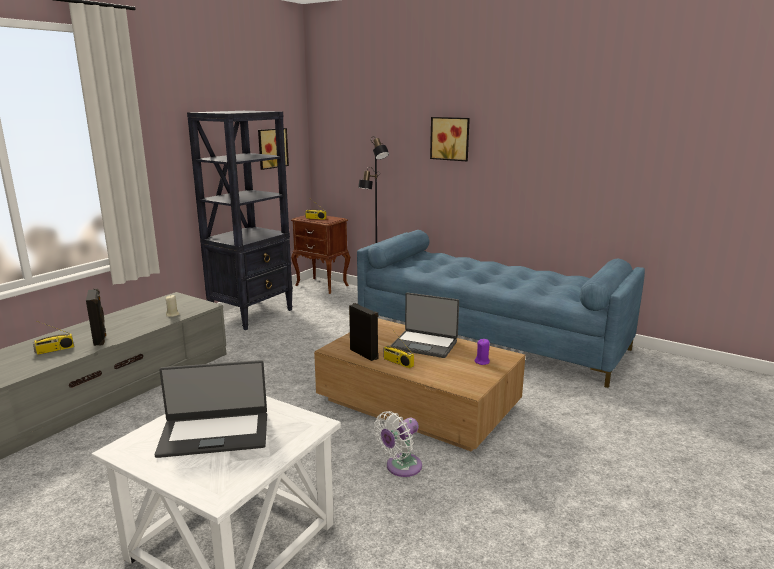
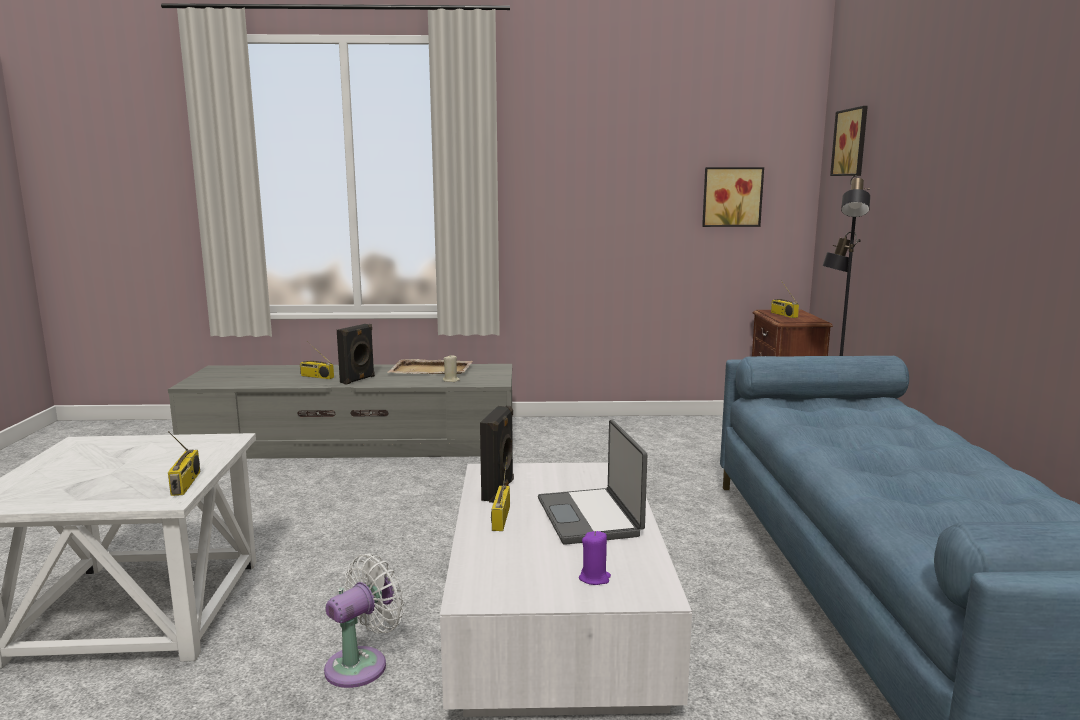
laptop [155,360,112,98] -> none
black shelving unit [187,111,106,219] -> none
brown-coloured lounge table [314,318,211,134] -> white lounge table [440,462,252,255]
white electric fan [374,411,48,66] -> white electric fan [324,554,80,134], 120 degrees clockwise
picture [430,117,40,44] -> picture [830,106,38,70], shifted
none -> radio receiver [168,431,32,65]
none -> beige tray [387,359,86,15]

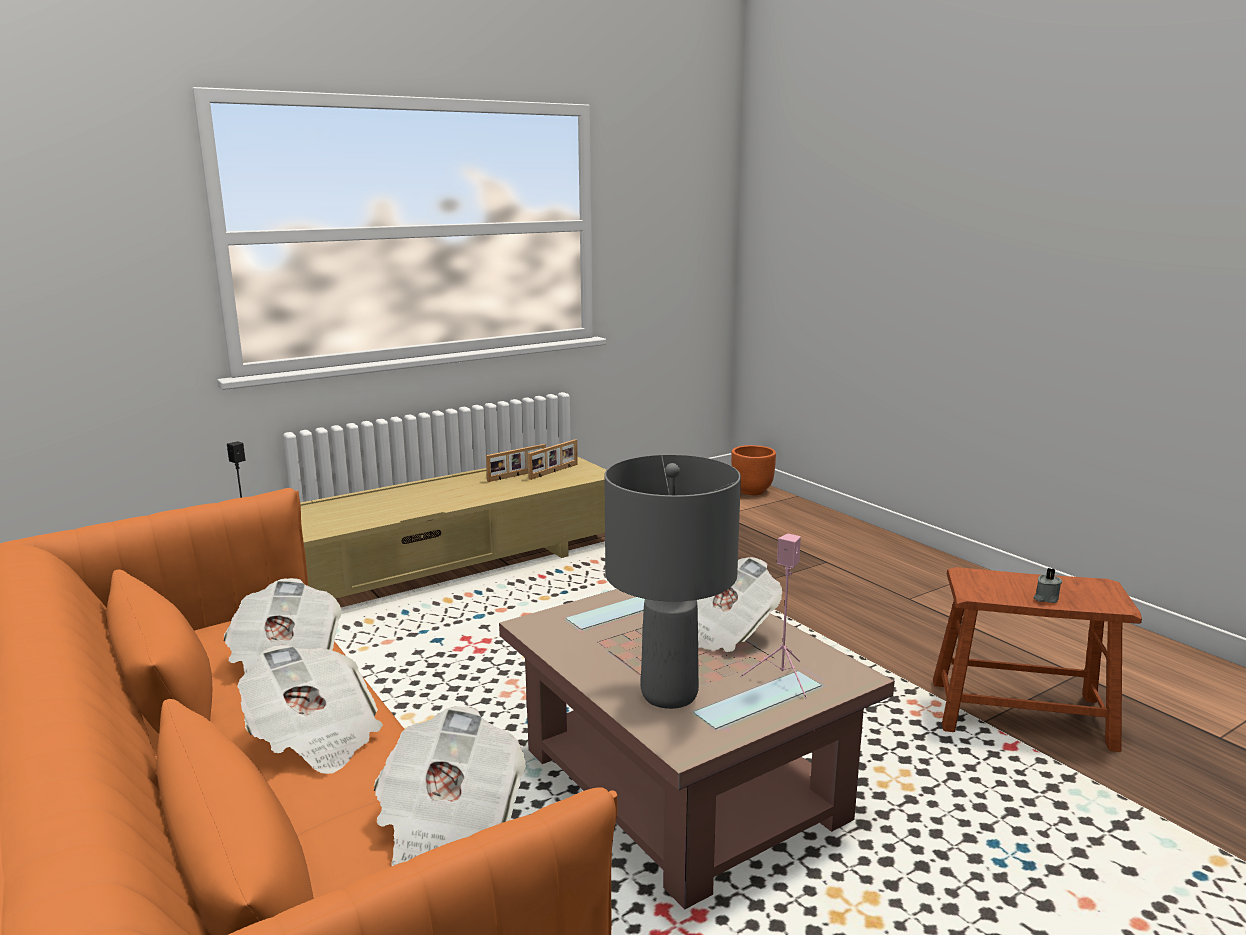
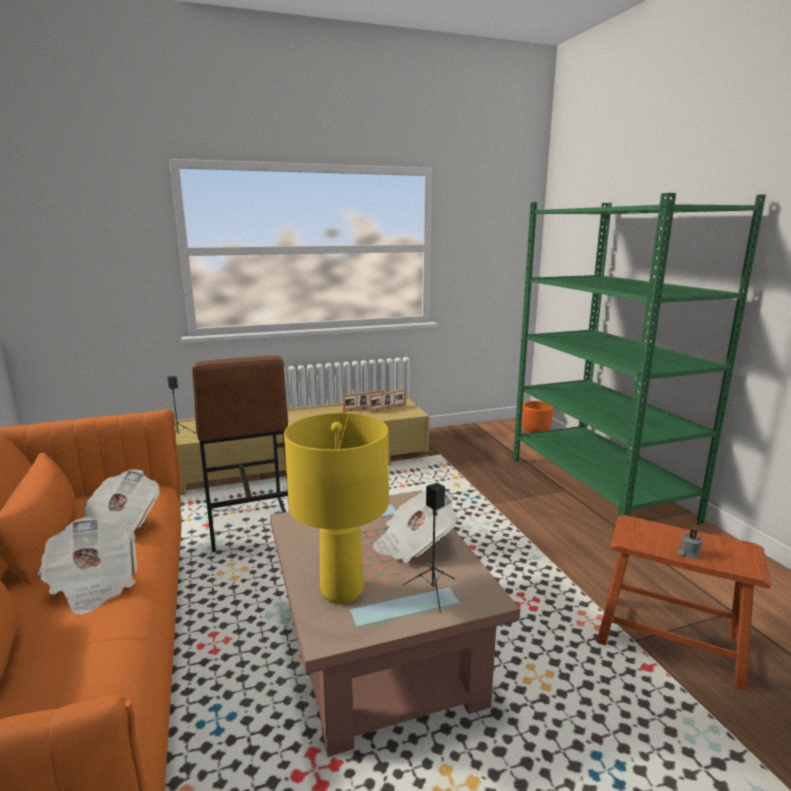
daily paper [374,706,152,160] -> none
greyish tabletop lamp [604,455,137,254] -> yellow-coloured tabletop lamp [284,413,105,191]
pinkish loudspeaker [740,533,67,165] -> black loudspeaker [403,483,52,130]
none -> brown-coloured sitting stool [192,355,98,197]
none -> greenish shelving unit [513,193,253,332]

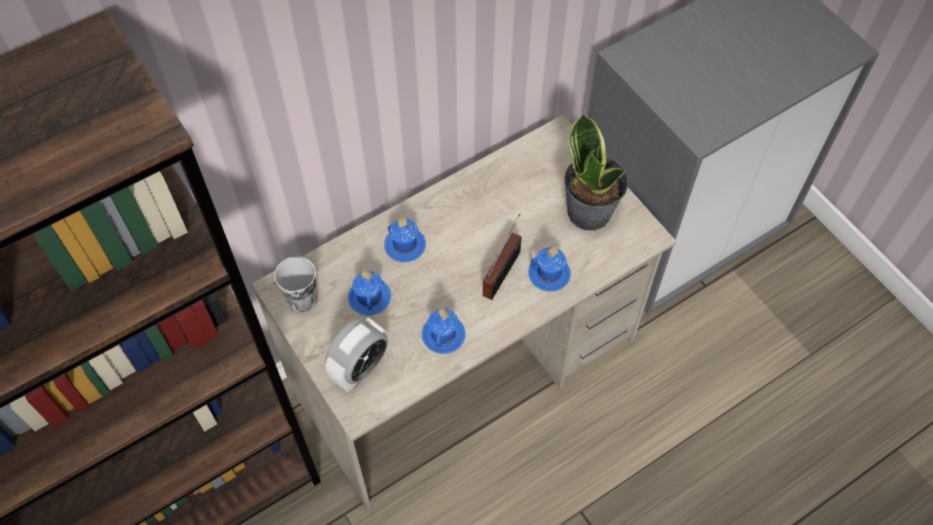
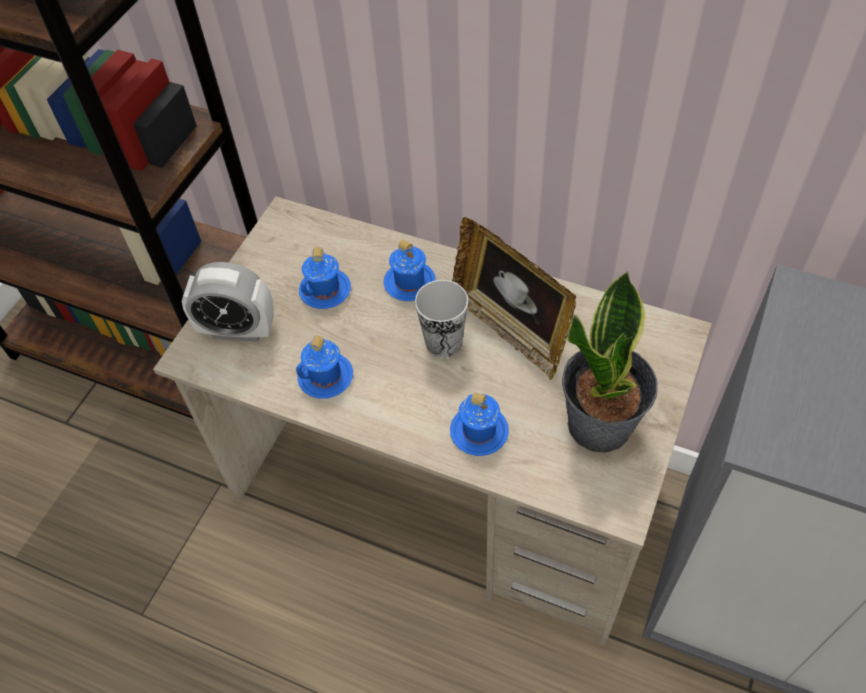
drinking cup [274,256,43,57] -> drinking cup [415,280,53,78], shifted
radio receiver [483,214,39,86] -> none
none -> photo frame [452,217,124,163]

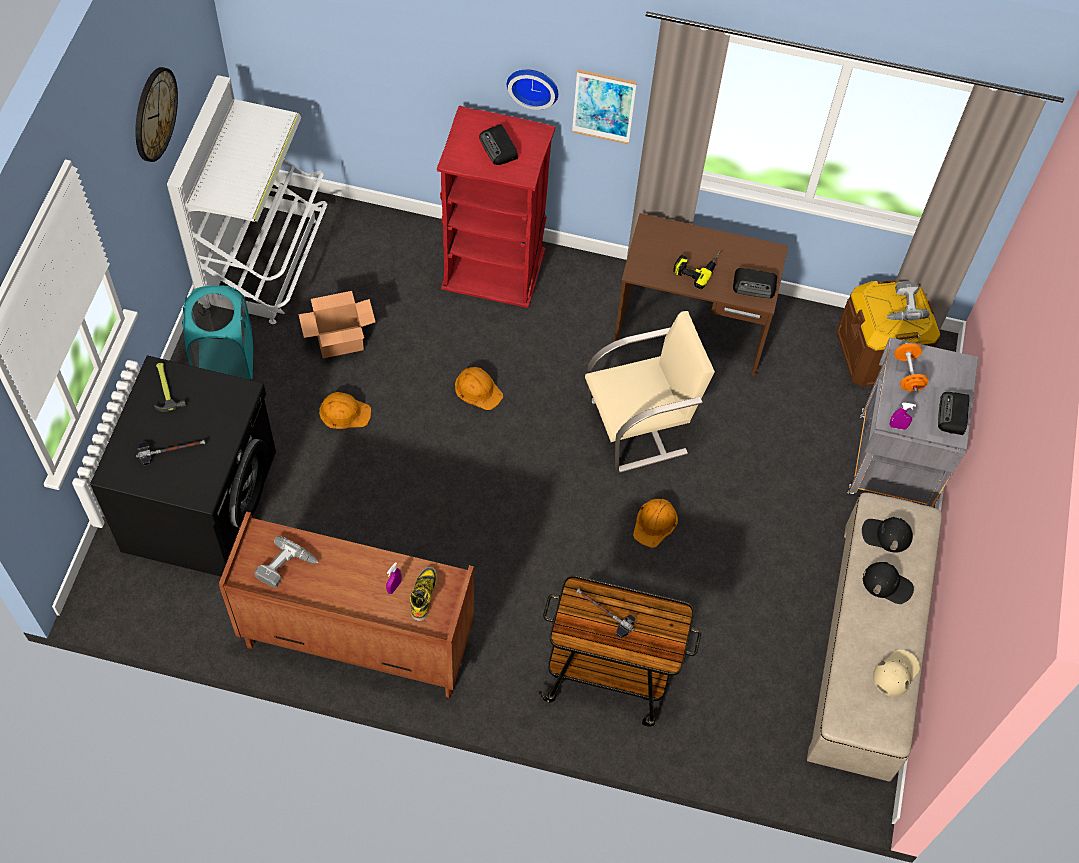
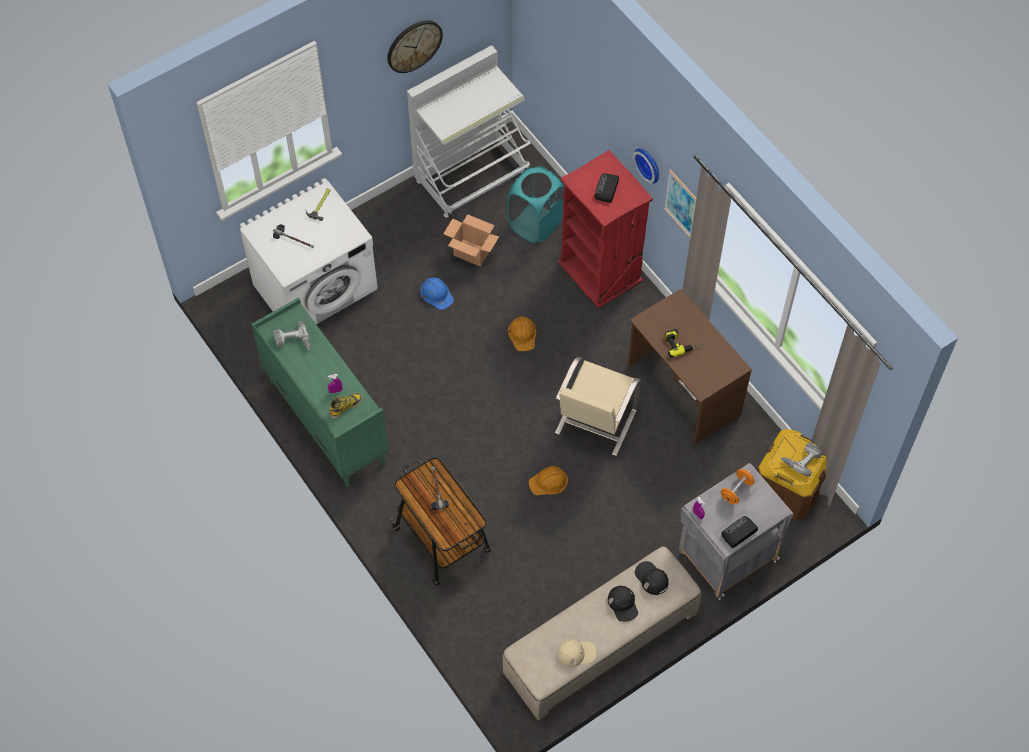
black laundry appliance [90,355,186,222] -> white laundry appliance [240,181,138,143]
turquoise-coloured laundry basket [182,285,71,95] -> turquoise-coloured laundry basket [507,166,57,77], shifted
brown-coloured cupboard [219,511,255,188] -> greenish cupboard [251,297,138,190]
orangey safety helmet [319,392,52,37] -> bluish safety helmet [420,277,34,33]
beige chair [585,311,130,162] -> beige chair [555,357,86,99], 90 degrees clockwise
radio receiver [733,268,44,30] -> none

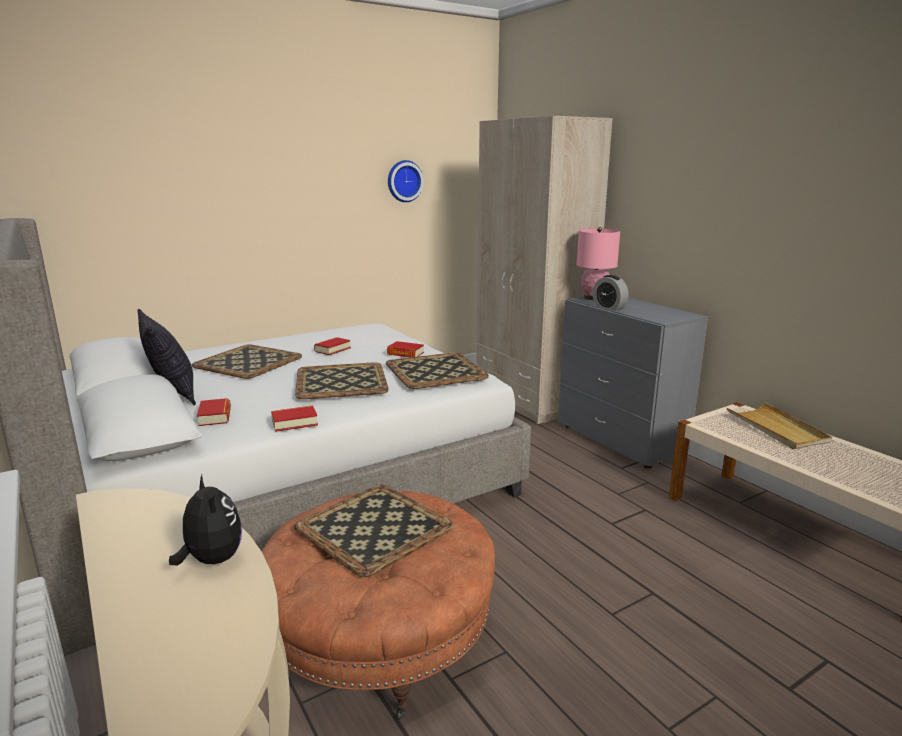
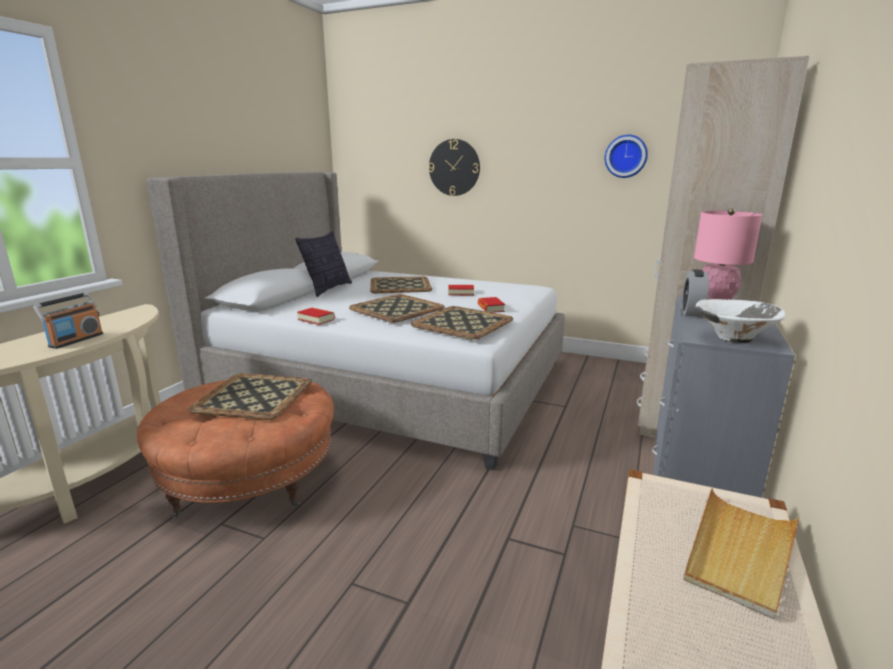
soft toy [169,475,73,90] -> radio receiver [33,292,70,57]
book [197,398,34,28] -> none
none -> hanging clock [429,139,51,57]
none -> white serving bowl [696,299,89,44]

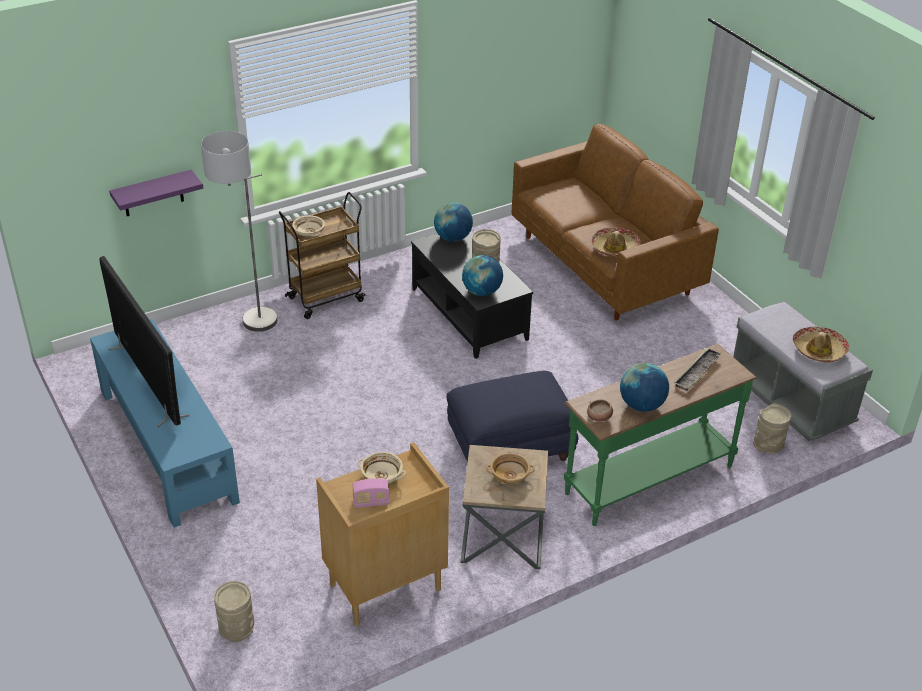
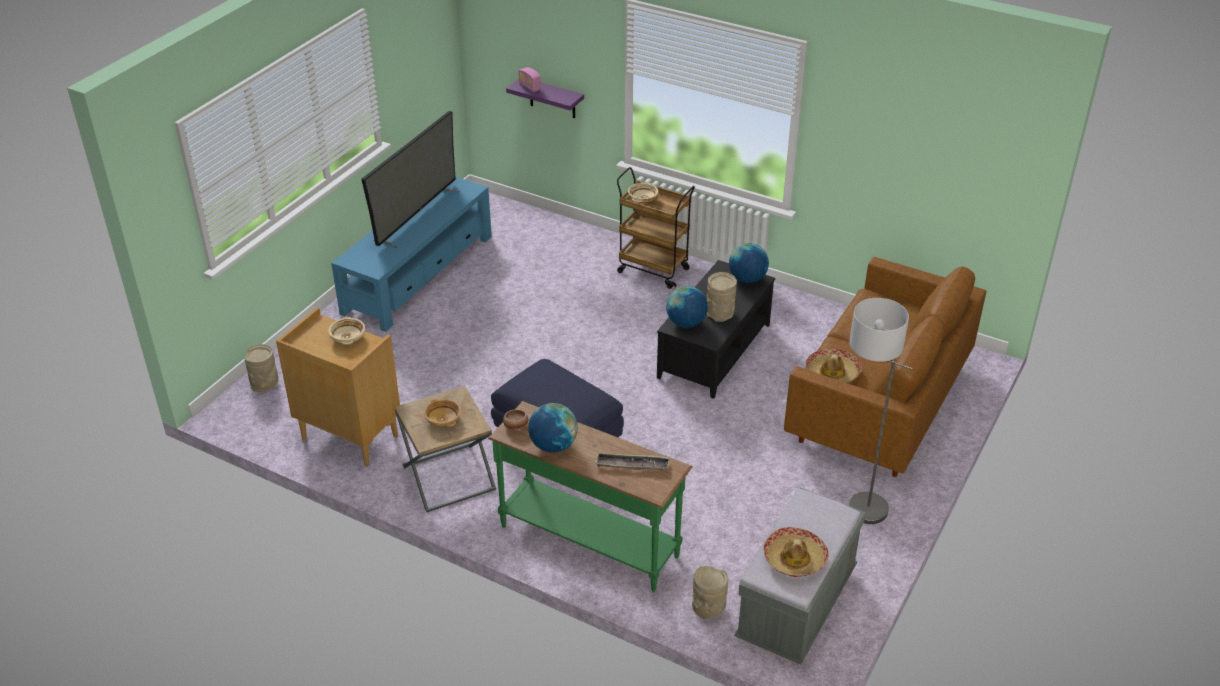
greyish standing lamp [201,131,76,201] -> greyish standing lamp [848,298,65,226], shifted
radio receiver [353,478,37,30] -> radio receiver [519,67,22,25], shifted

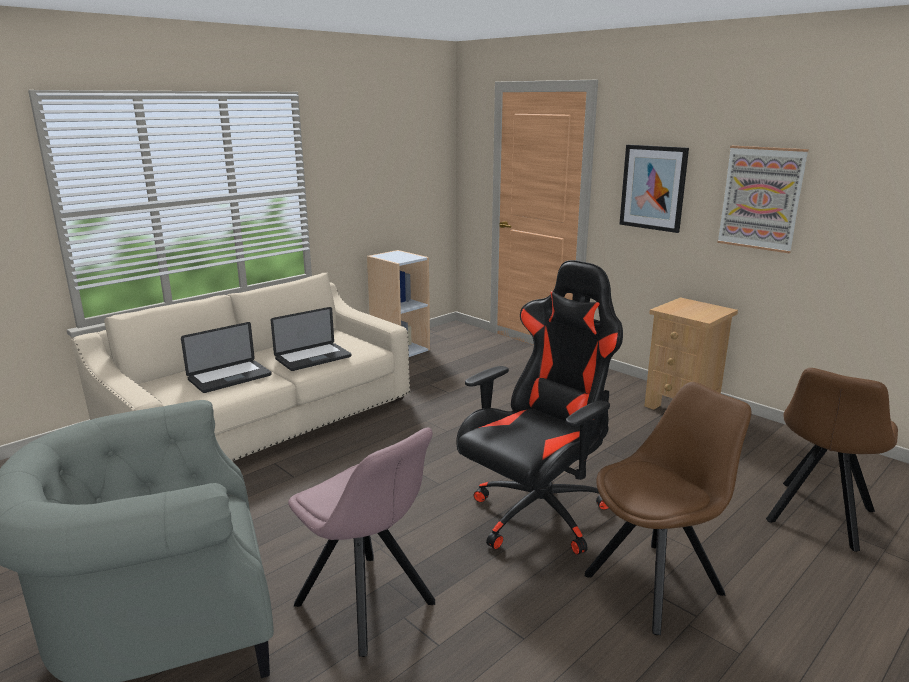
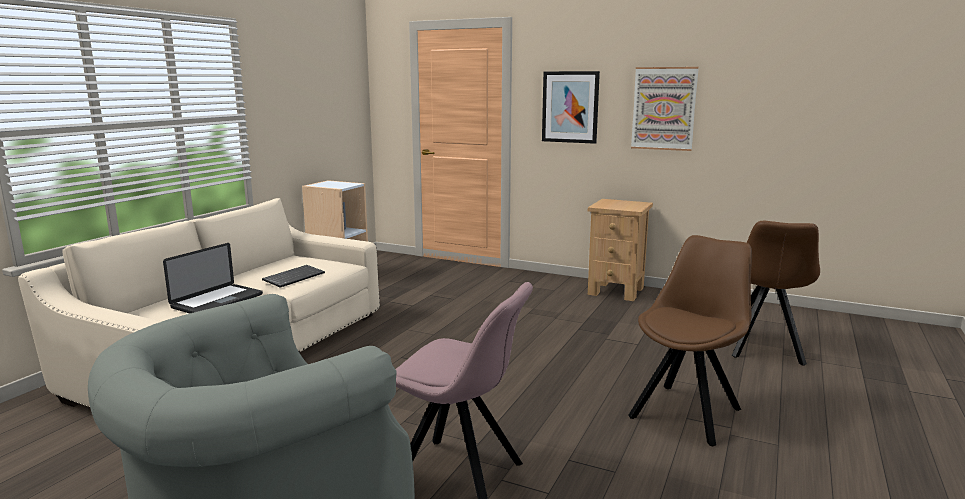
laptop [271,307,80,64] -> PC keyboard [262,265,63,23]
black office chair [456,260,167,295] -> none

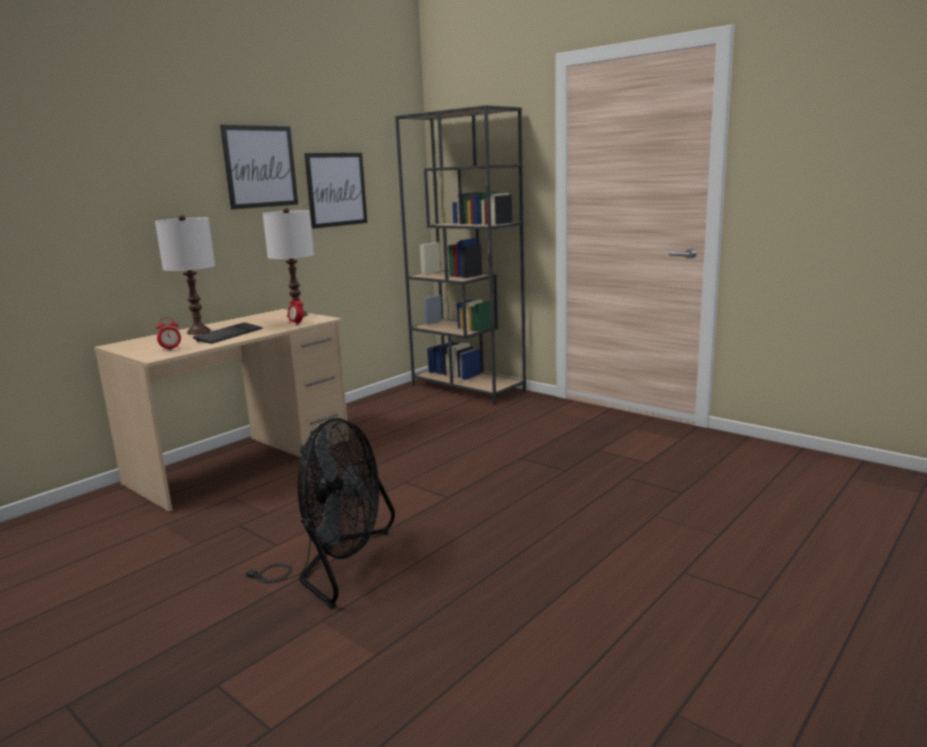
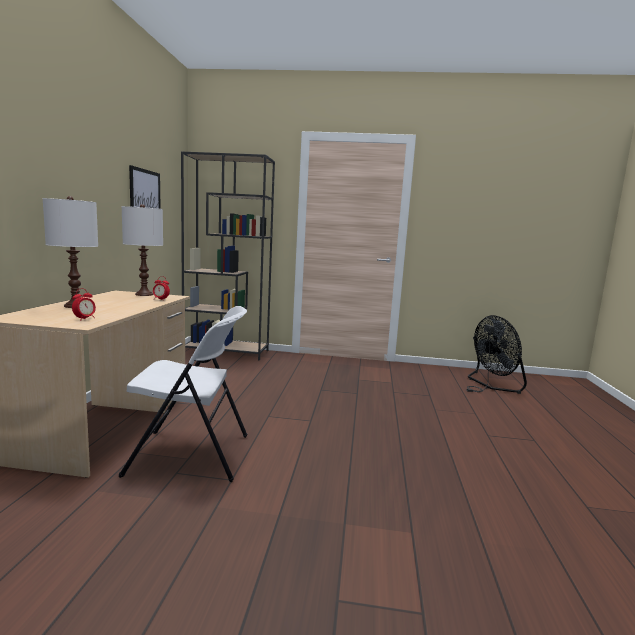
PC keyboard [193,322,70,22] -> none
picture [220,125,78,84] -> none
black electric fan [245,418,150,191] -> black electric fan [467,315,60,79], shifted
none -> white chair [119,306,129,176]

